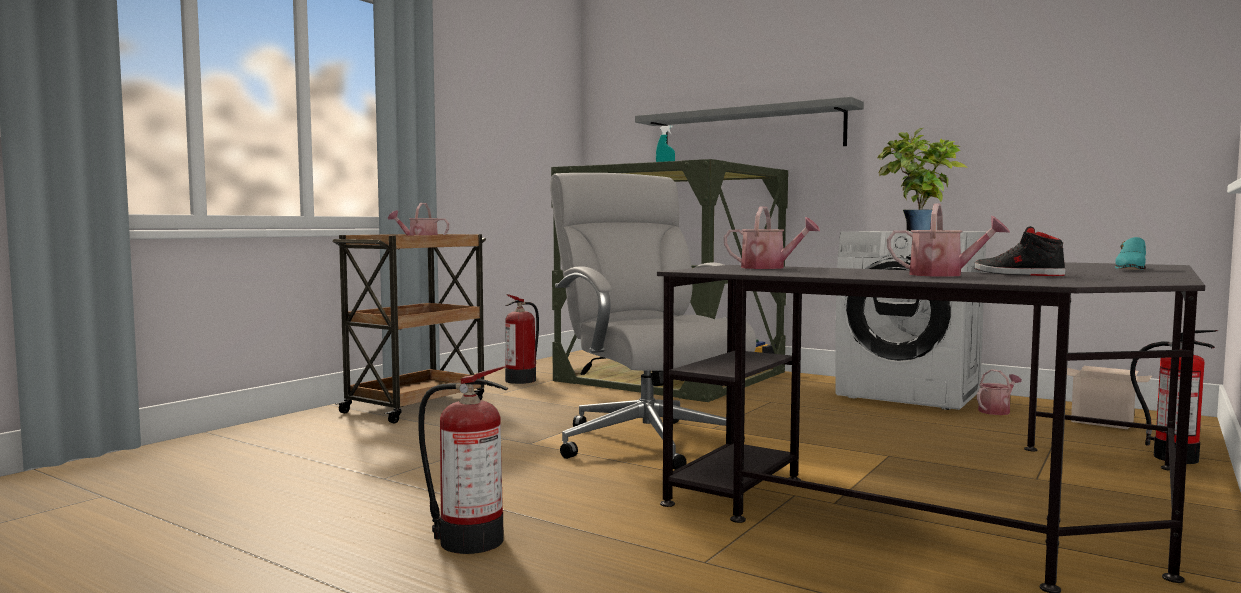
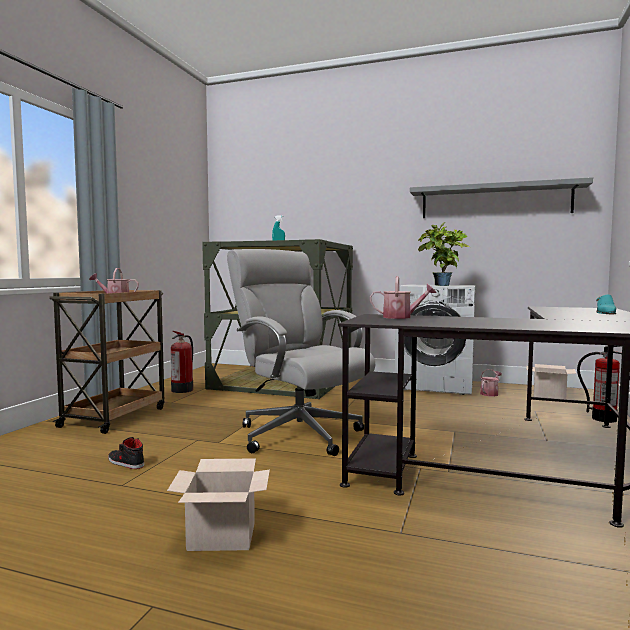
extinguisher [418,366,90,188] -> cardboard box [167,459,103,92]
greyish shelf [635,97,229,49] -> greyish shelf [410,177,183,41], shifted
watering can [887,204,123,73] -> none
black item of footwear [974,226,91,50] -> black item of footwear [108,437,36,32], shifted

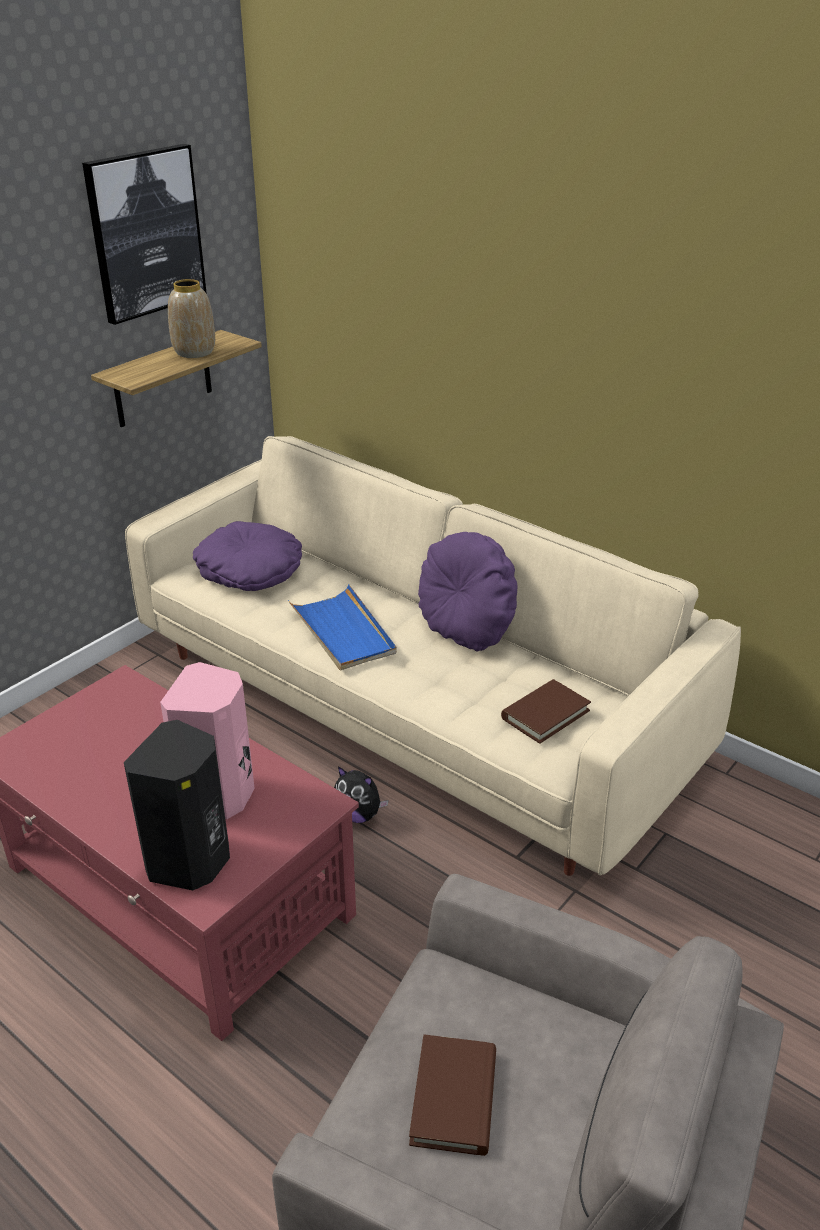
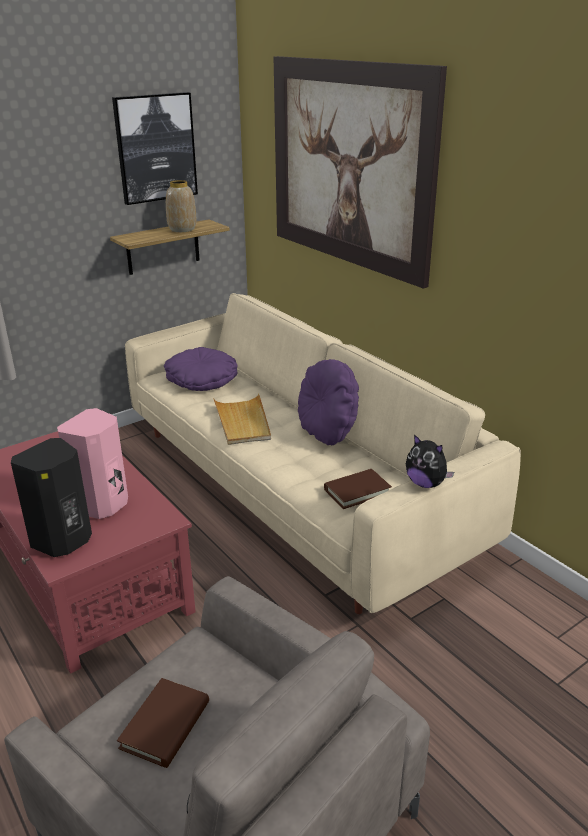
bluish tray [288,584,109,87] -> beige tray [213,393,58,52]
soft toy [334,766,55,57] -> soft toy [406,434,48,54], shifted
none -> picture [274,56,173,233]

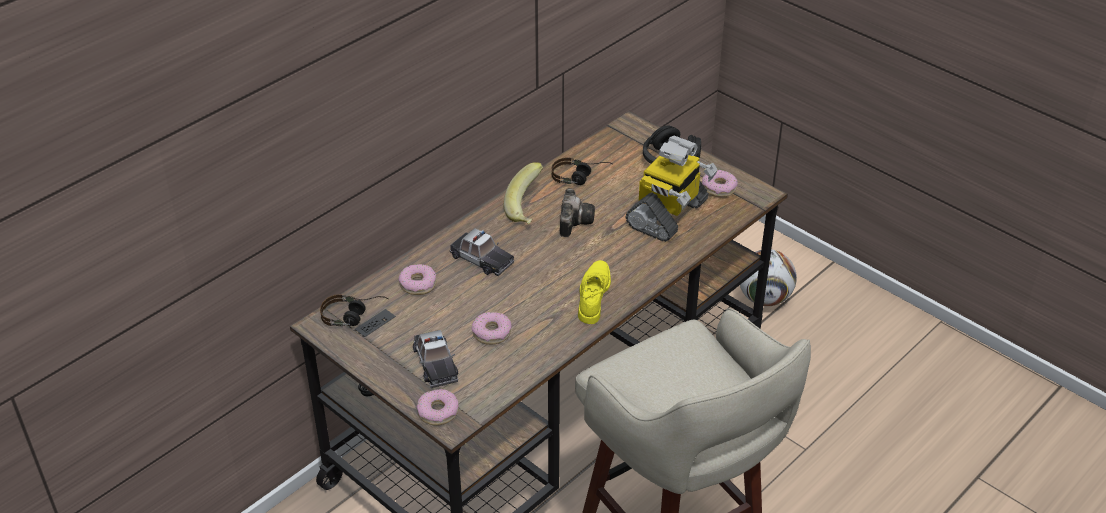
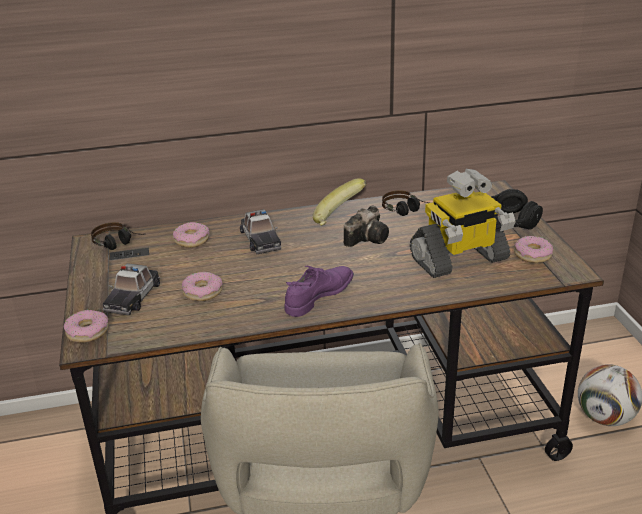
yellow-coloured item of footwear [578,260,33,64] -> purple-coloured item of footwear [285,266,69,51]

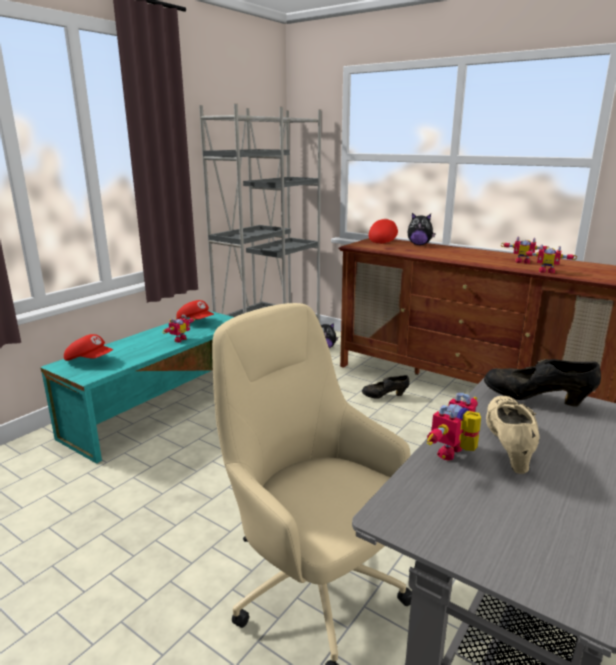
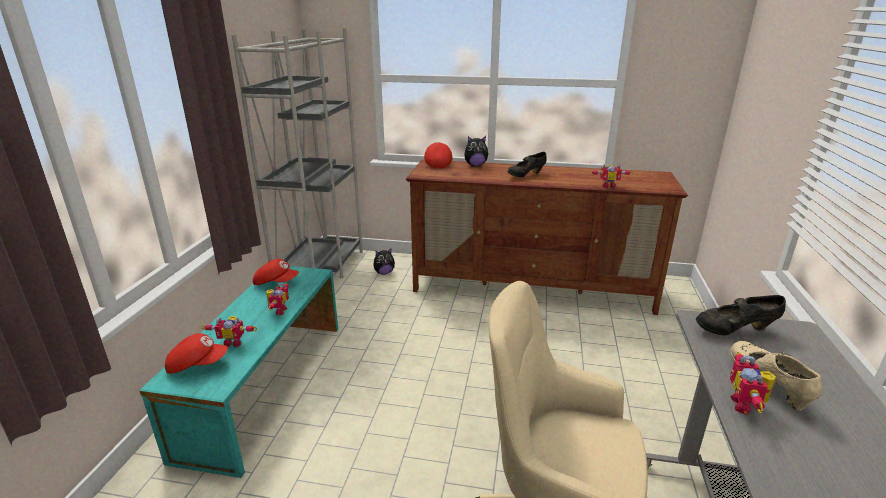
black item of footwear [362,375,48,24] -> black item of footwear [507,152,40,25], shifted
robot figure [501,237,49,27] -> robot figure [202,316,55,31], shifted

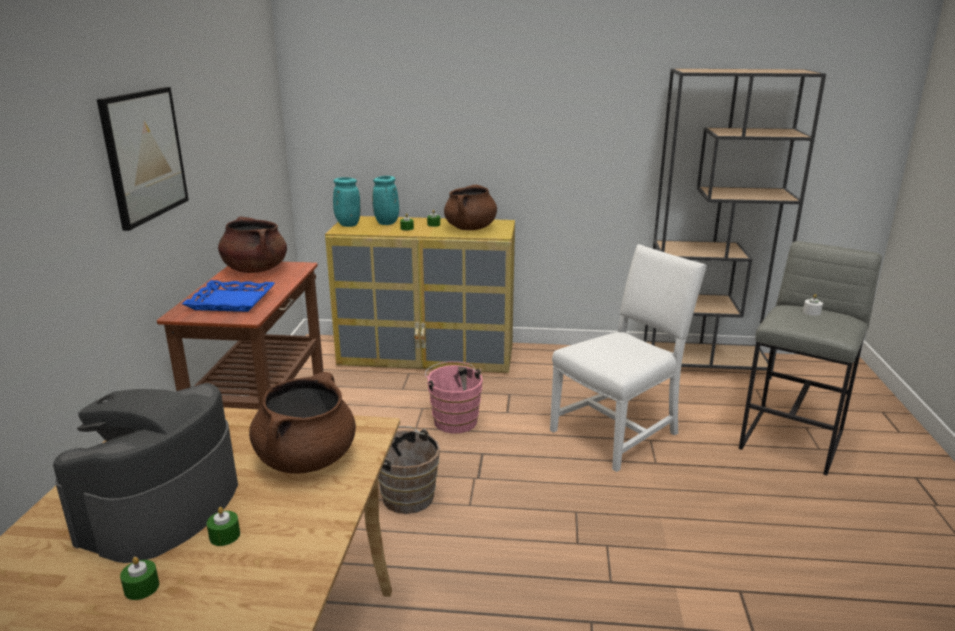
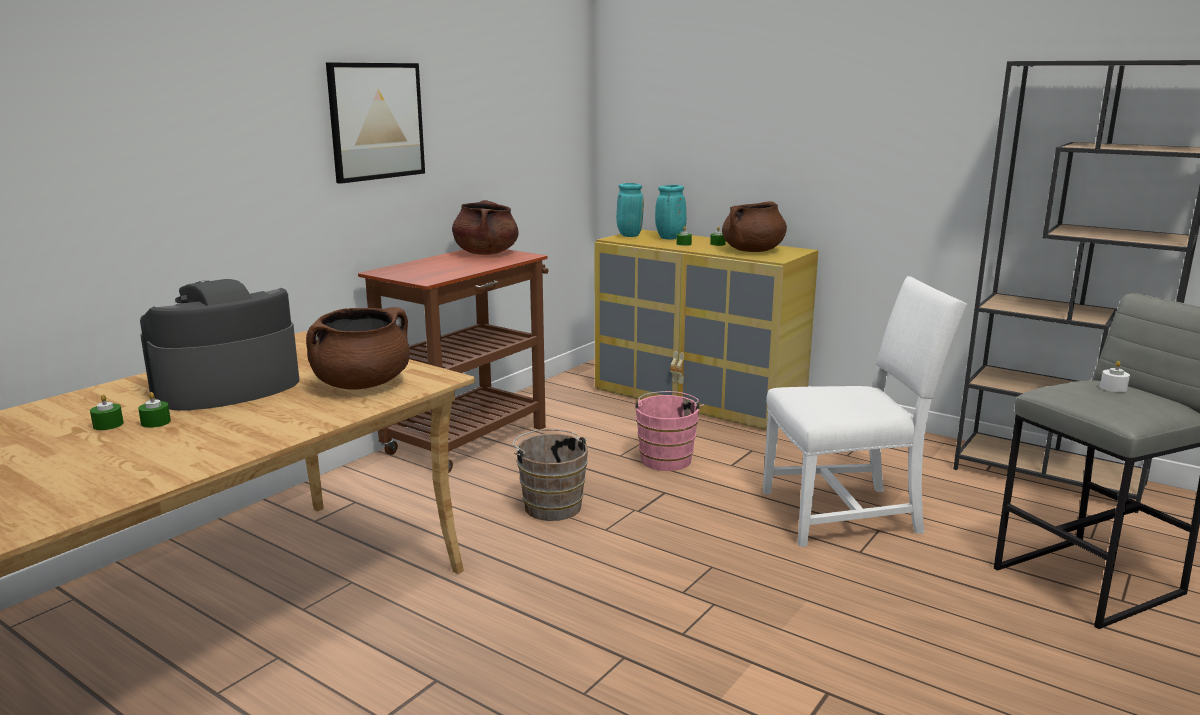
bluish tray [182,280,93,32] -> none
greenish wax light [207,507,33,39] -> greenish wax light [90,394,34,36], shifted

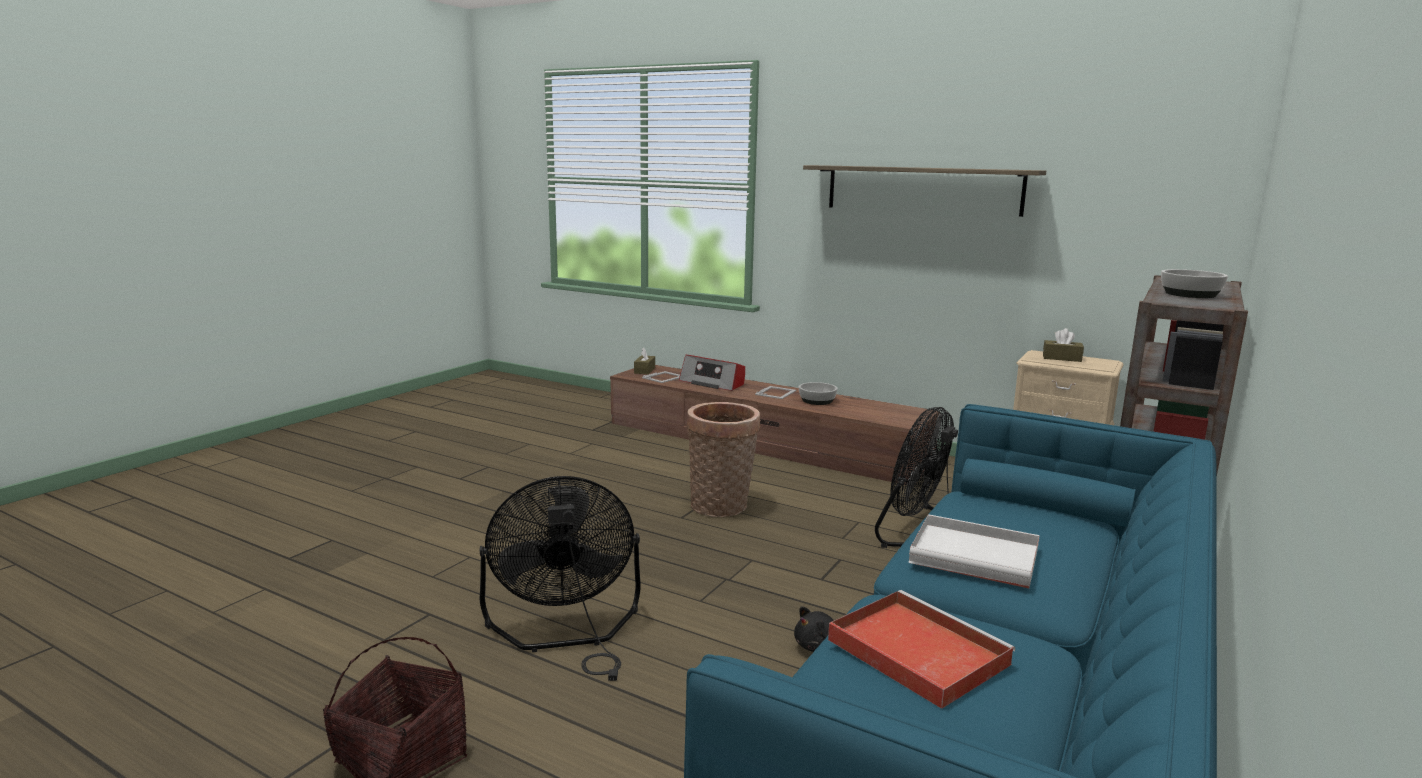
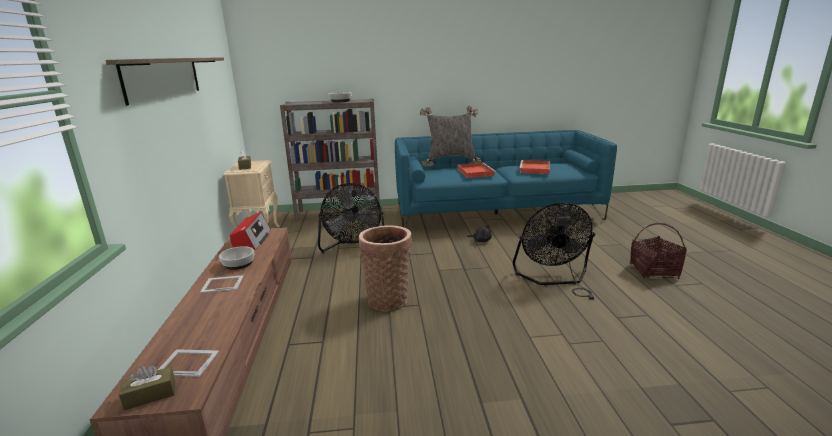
black electric fan [480,476,161,205] -> black electric fan [513,203,82,97], 135 degrees clockwise
radio receiver [679,355,66,36] -> radio receiver [230,212,41,38], shifted
white tray [908,514,132,74] -> reddish tray [457,163,39,15]
none -> pillow [419,105,64,62]

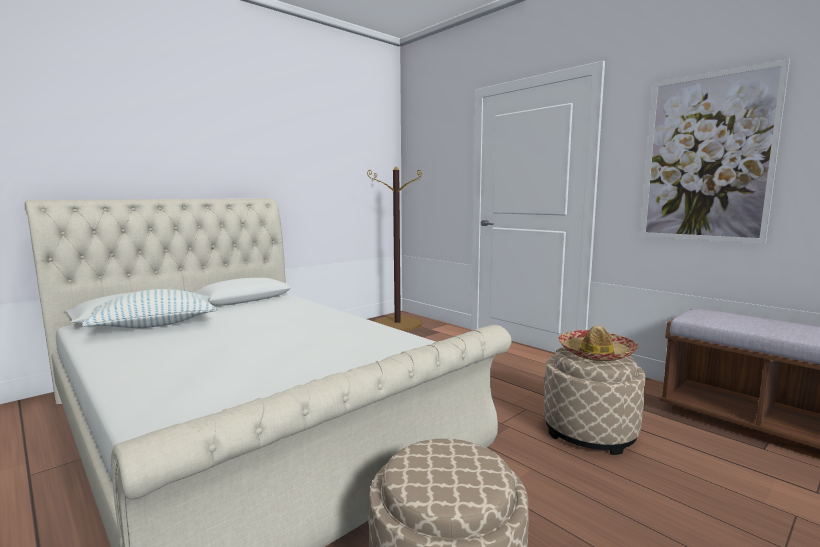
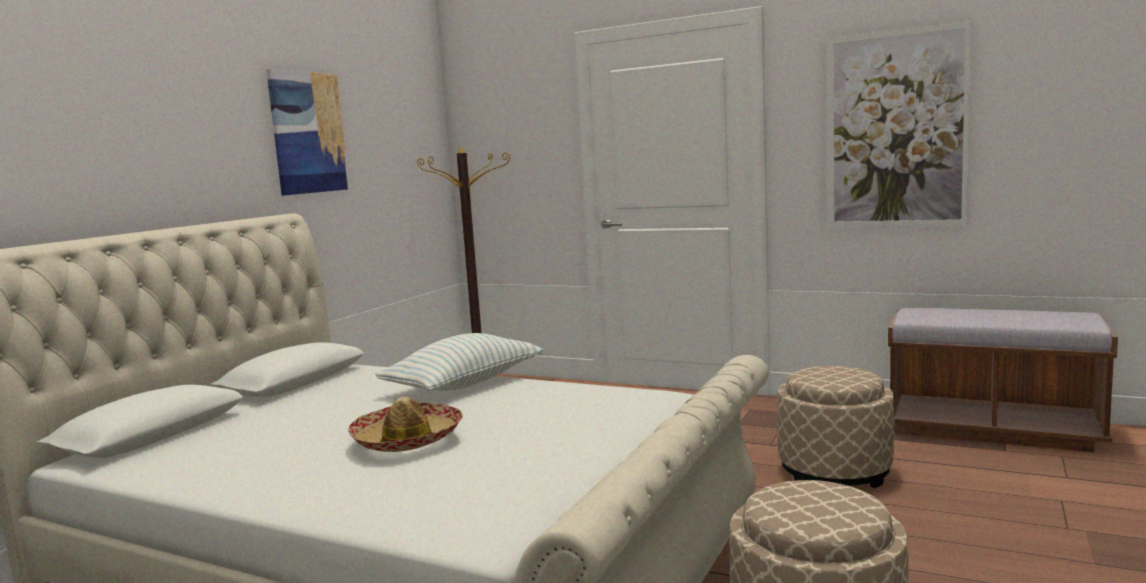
pillow [82,289,135,39] -> pillow [375,333,169,58], shifted
wearable hat [558,326,81,35] -> wearable hat [348,397,115,55], shifted
none -> picture [266,69,83,127]

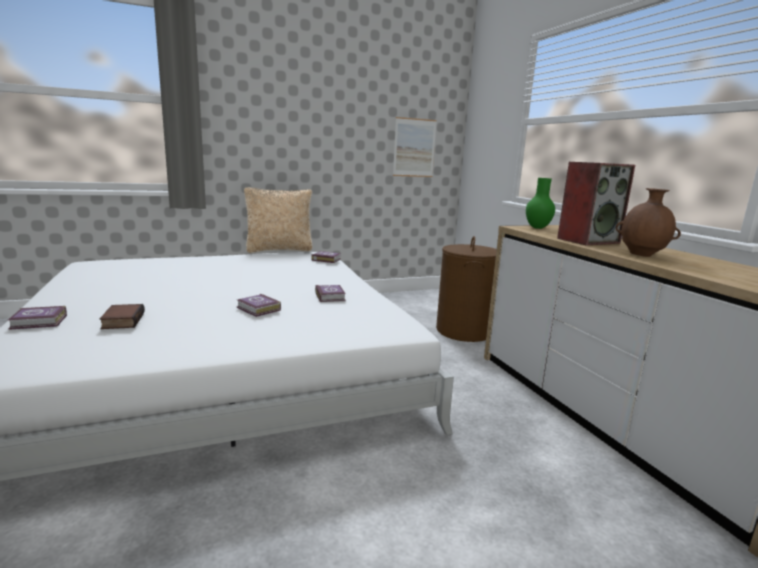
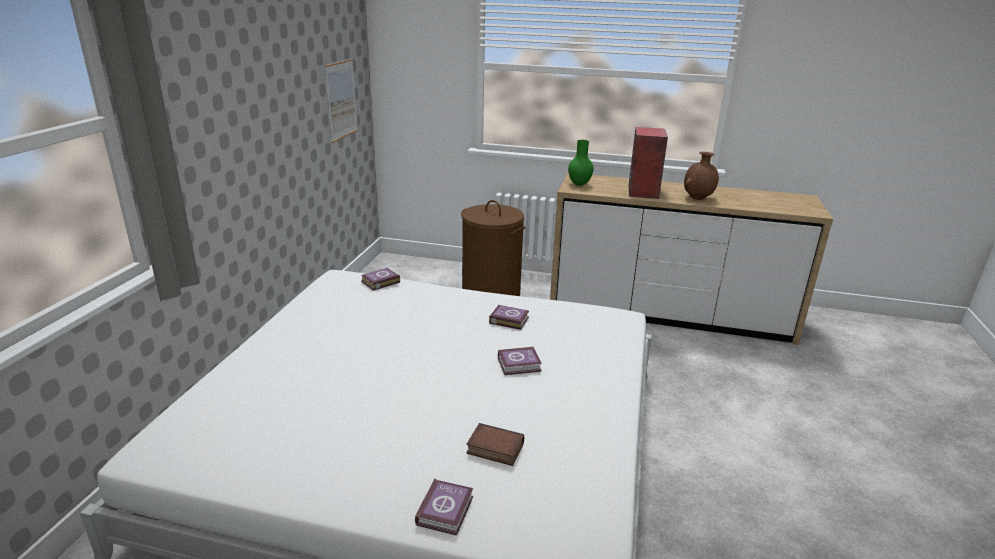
beige pillow [244,187,69,66] -> none

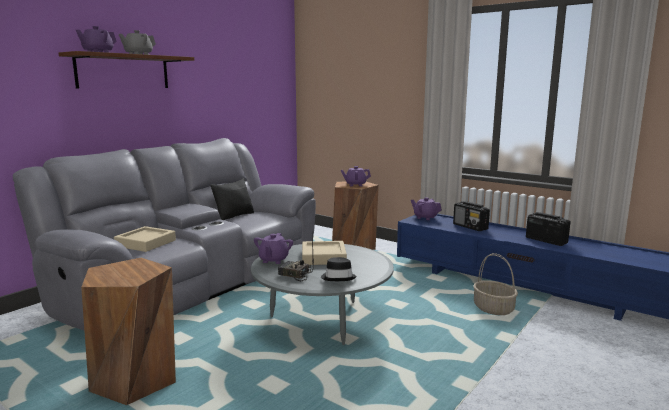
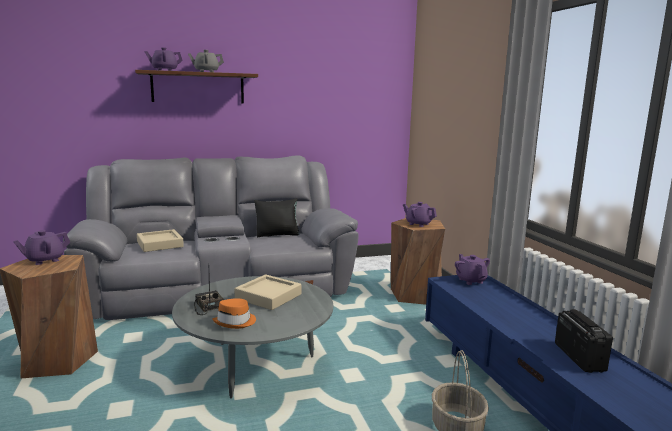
purple-coloured tea pot [254,233,39,31] -> purple-coloured tea pot [13,230,57,35], shifted
black wearable hat [321,257,36,24] -> orangey wearable hat [213,298,43,31]
radio receiver [453,201,37,30] -> none

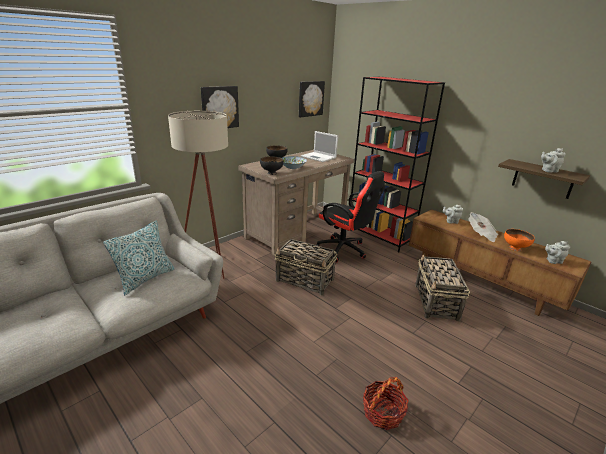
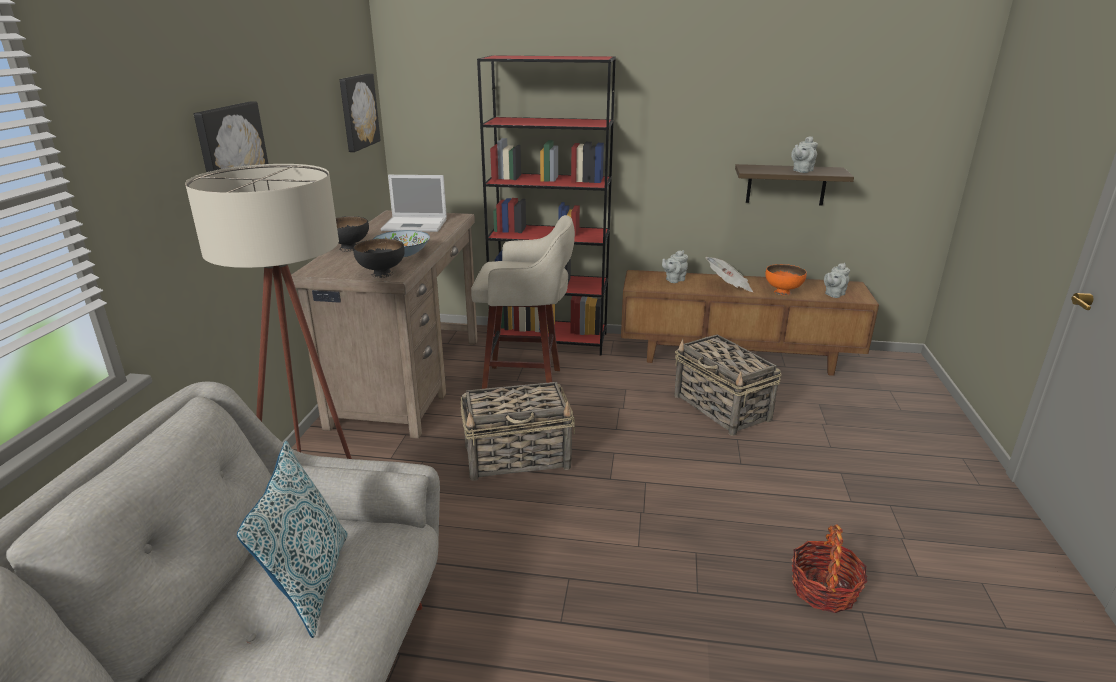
black office chair [316,171,69,92] -> beige sitting stool [471,215,104,174]

